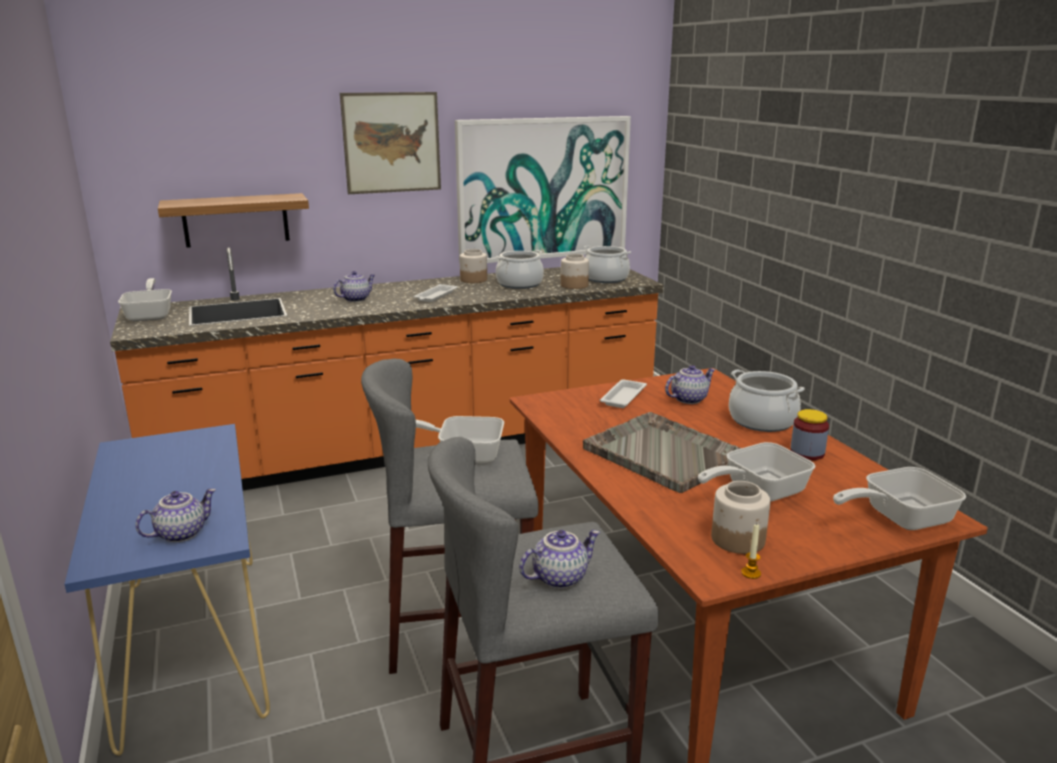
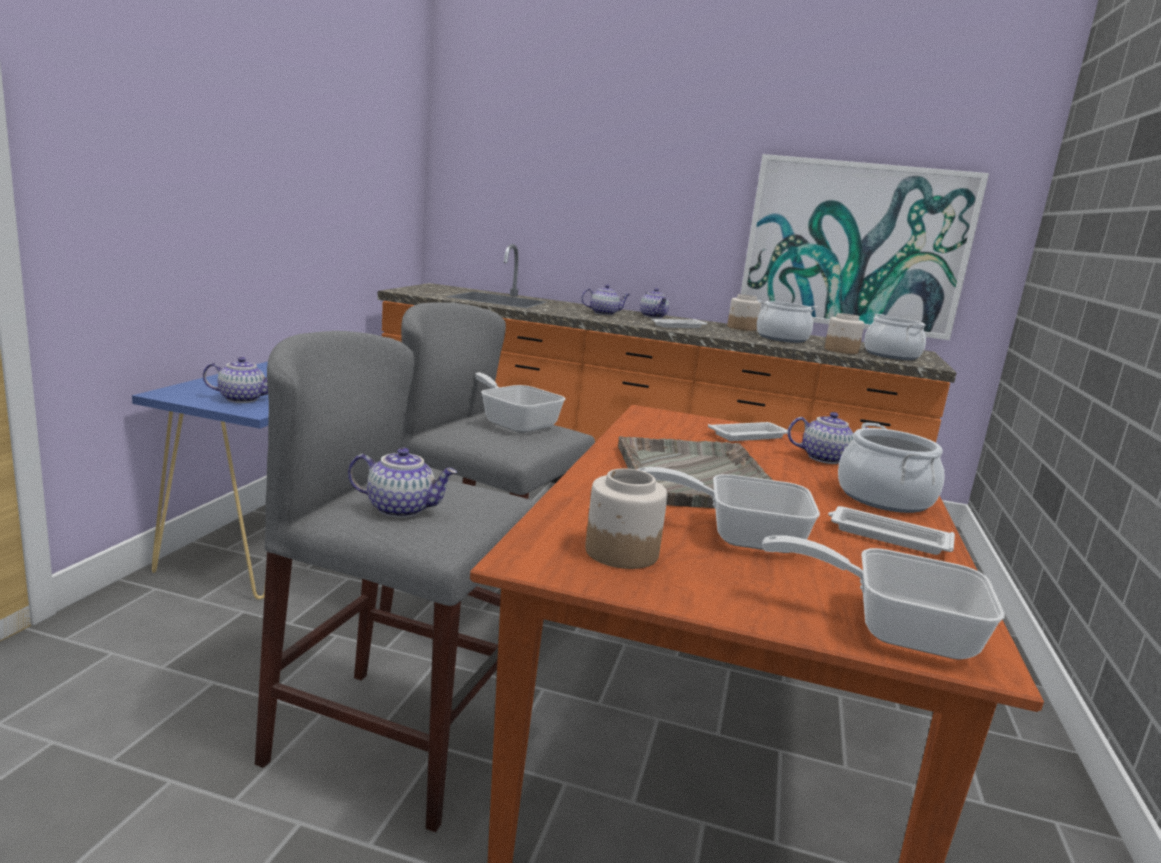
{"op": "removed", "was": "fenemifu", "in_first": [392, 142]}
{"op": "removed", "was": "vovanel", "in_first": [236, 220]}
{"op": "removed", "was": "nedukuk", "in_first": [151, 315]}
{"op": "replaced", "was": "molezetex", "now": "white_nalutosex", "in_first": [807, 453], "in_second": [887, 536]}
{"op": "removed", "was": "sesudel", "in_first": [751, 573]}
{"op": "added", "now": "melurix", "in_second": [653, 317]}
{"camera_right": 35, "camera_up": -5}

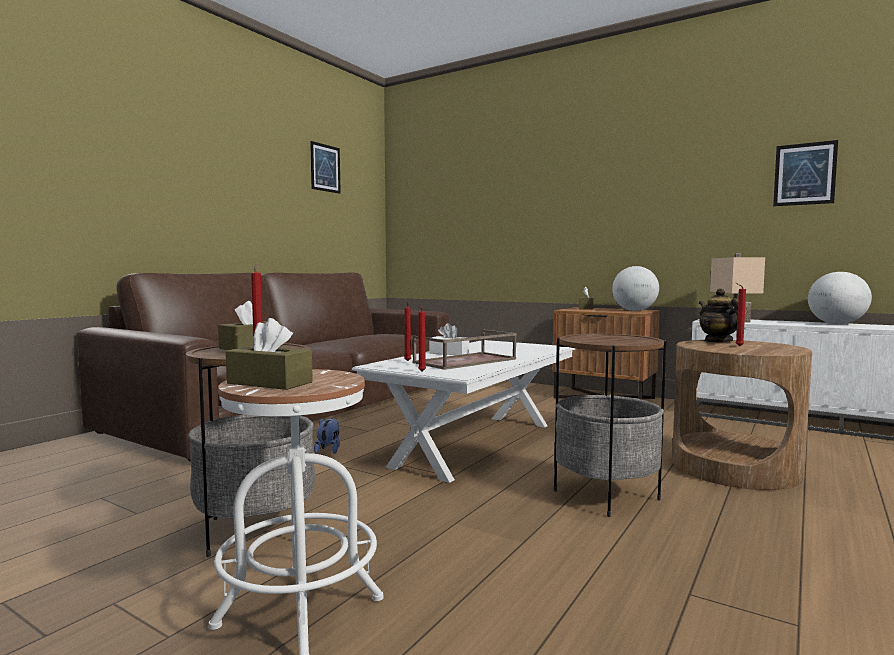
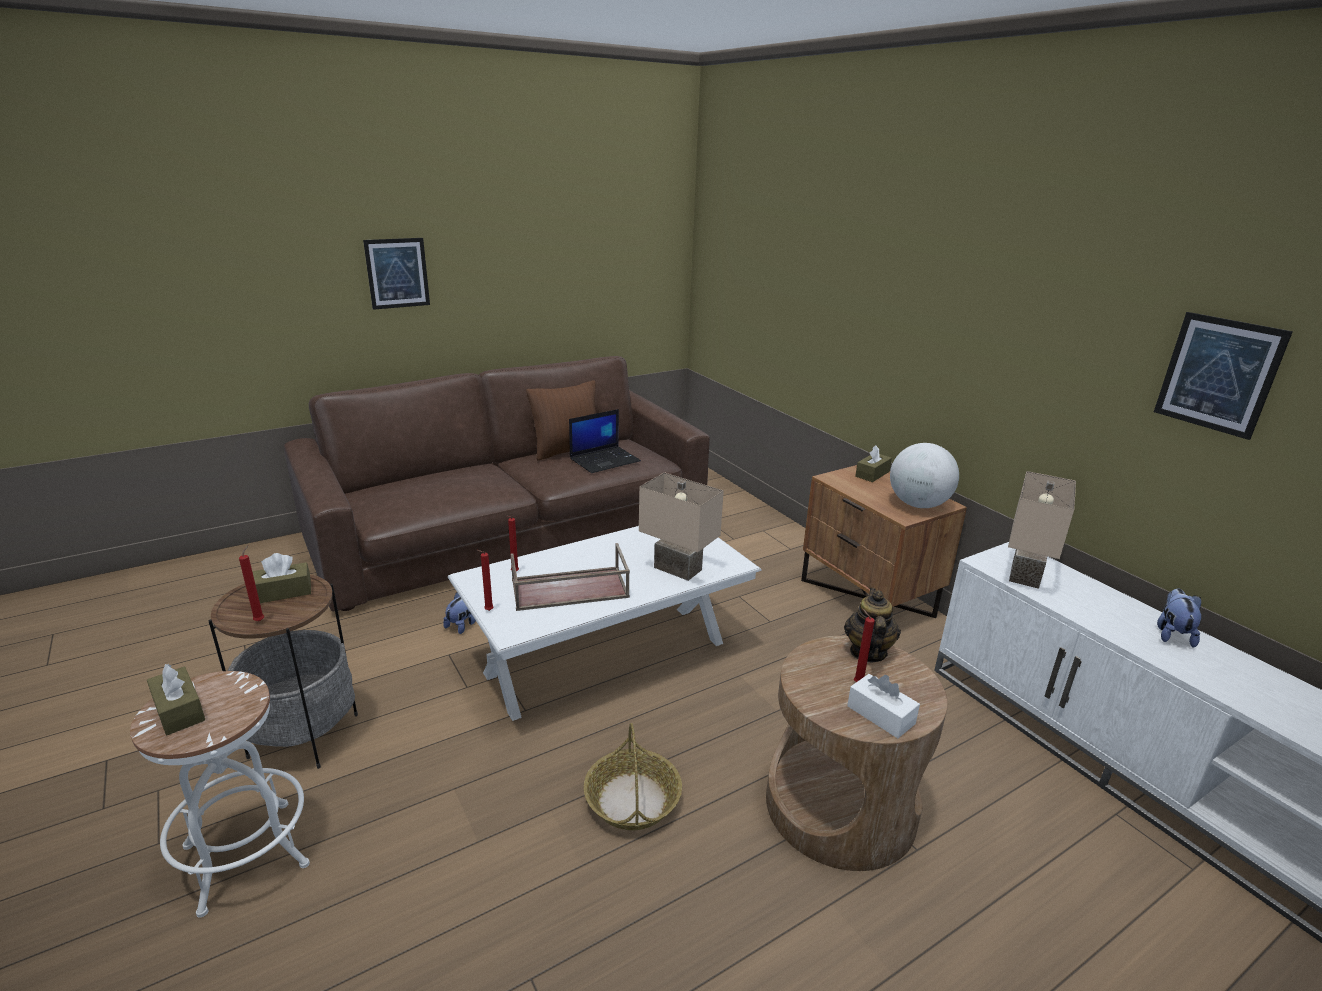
{"op": "moved", "was": "fenemifu", "in_first": [325, 168], "in_second": [397, 273]}
{"op": "replaced", "was": "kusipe", "now": "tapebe", "in_first": [836, 324], "in_second": [1172, 634]}
{"op": "moved", "was": "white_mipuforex", "in_first": [449, 353], "in_second": [880, 715]}
{"op": "replaced", "was": "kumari", "now": "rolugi", "in_first": [606, 495], "in_second": [633, 800]}
{"op": "added", "now": "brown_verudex", "in_second": [568, 451]}
{"op": "added", "now": "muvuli", "in_second": [605, 460]}
{"op": "added", "now": "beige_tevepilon", "in_second": [679, 568]}
{"camera_right": 25, "camera_up": 20}

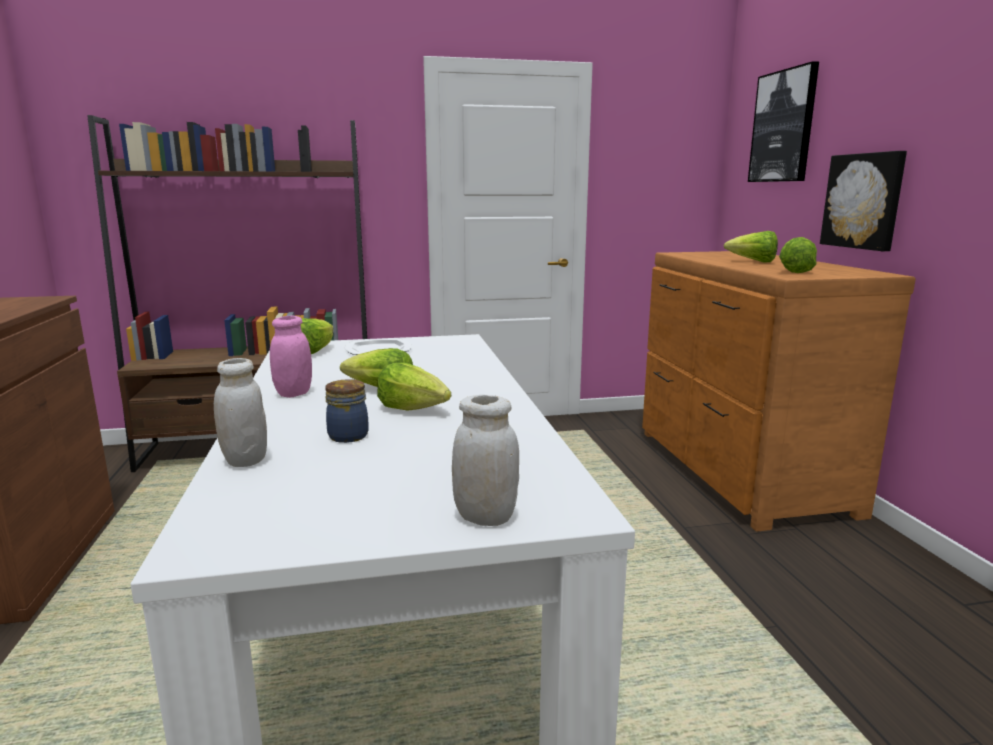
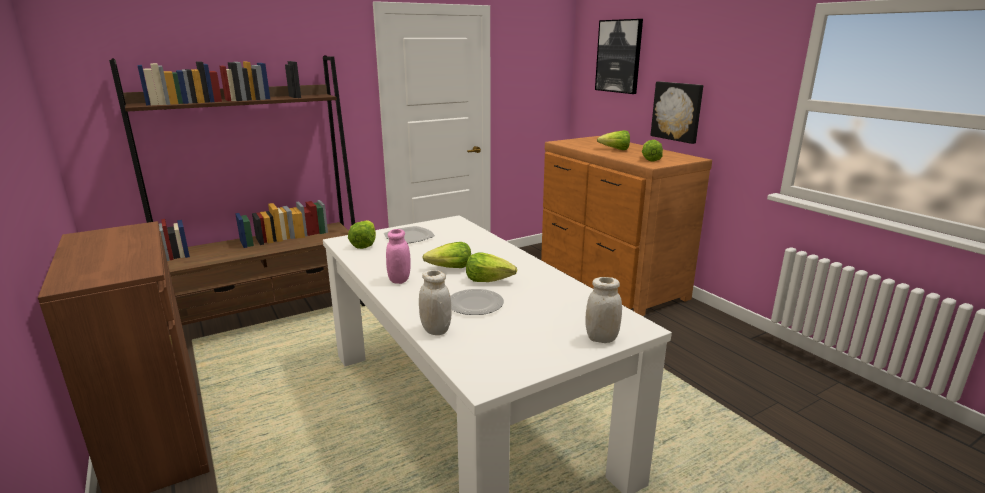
{"op": "replaced", "was": "molezetex", "now": "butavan", "in_first": [349, 435], "in_second": [474, 304]}
{"camera_right": -20, "camera_up": 5}

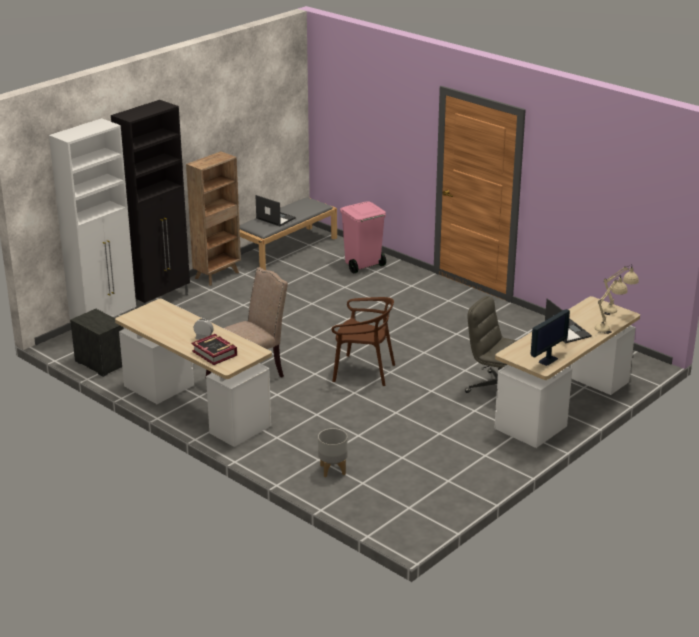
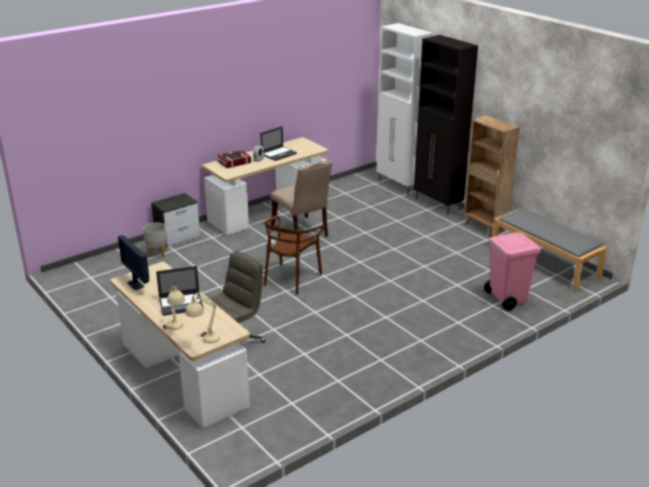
{"op": "moved", "was": "muvuli", "in_first": [275, 218], "in_second": [279, 153]}
{"op": "moved", "was": "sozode", "in_first": [101, 362], "in_second": [178, 236]}
{"camera_right": 100, "camera_up": 0}

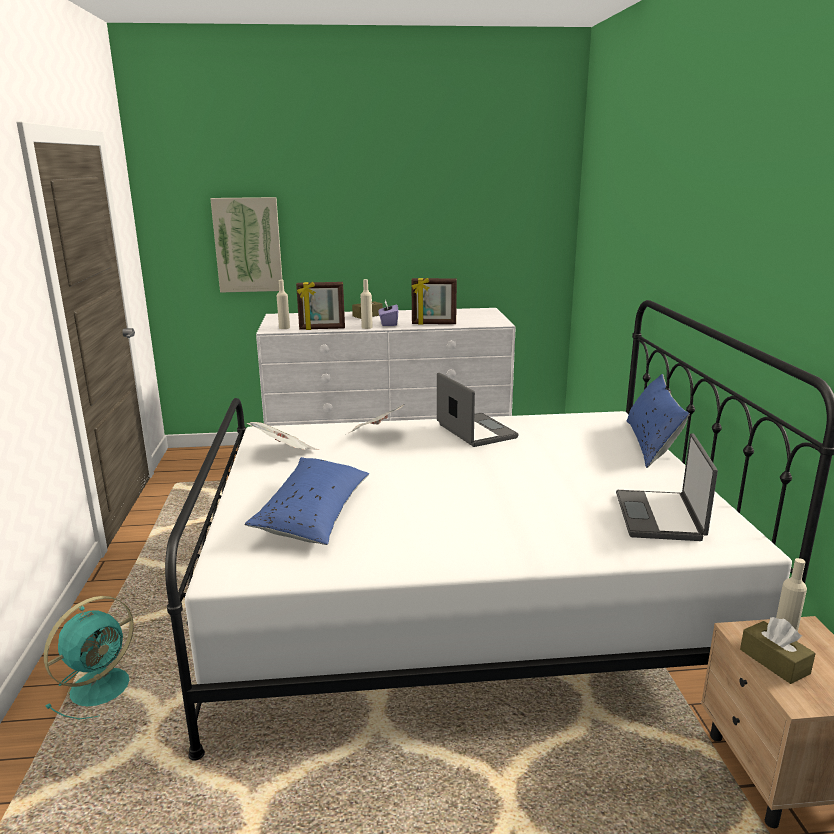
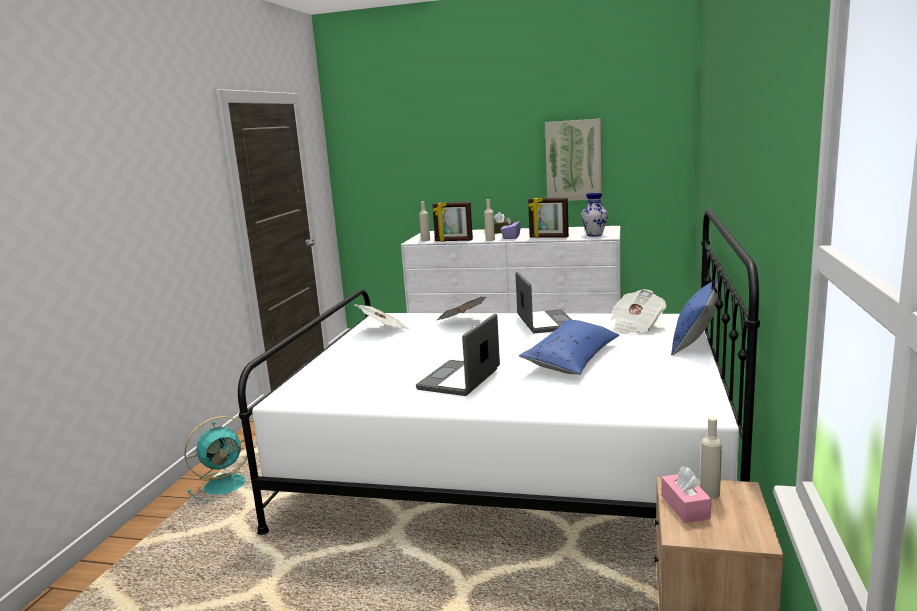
{"op": "moved", "was": "fenemifu", "in_first": [248, 245], "in_second": [573, 160]}
{"op": "moved", "was": "muvuli", "in_first": [660, 517], "in_second": [460, 379]}
{"op": "moved", "was": "blue_verudex", "in_first": [313, 513], "in_second": [572, 359]}
{"op": "recoloured", "was": "brown_mipuforex", "now": "pink_mipuforex", "in_first": [774, 661], "in_second": [685, 507]}
{"op": "added", "now": "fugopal", "in_second": [594, 235]}
{"op": "added", "now": "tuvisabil", "in_second": [635, 327]}
{"camera_right": 20, "camera_up": -5}

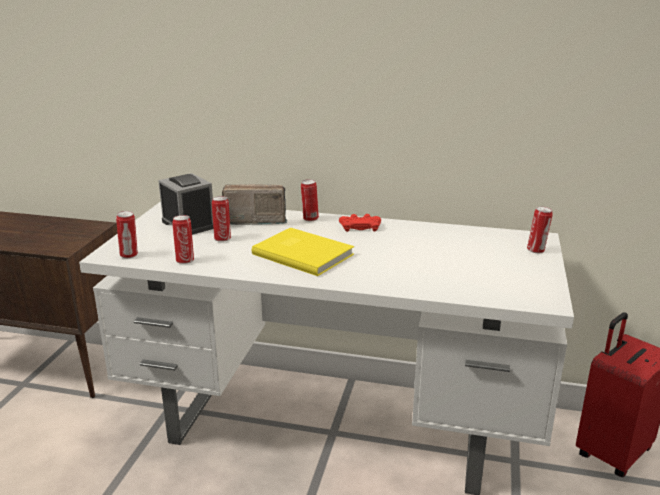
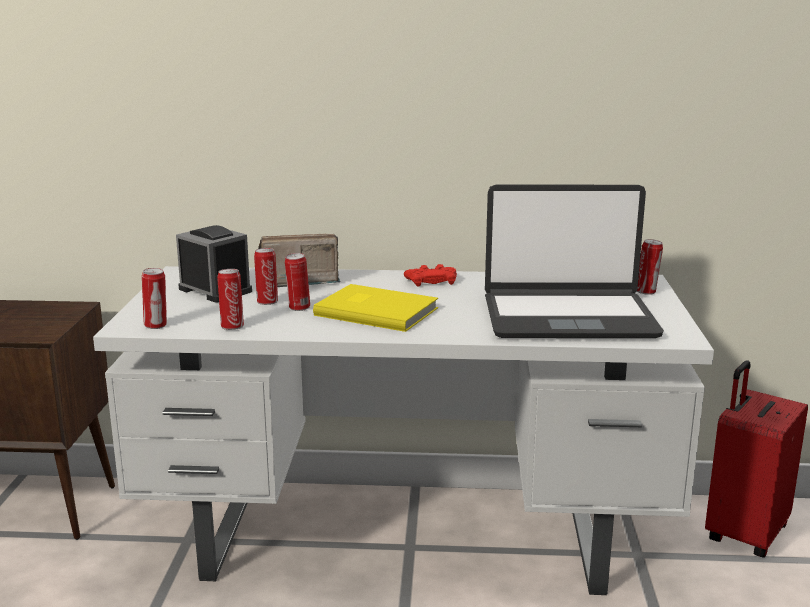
{"op": "moved", "was": "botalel", "in_first": [310, 219], "in_second": [298, 308]}
{"op": "added", "now": "muvuli", "in_second": [568, 317]}
{"camera_right": -10, "camera_up": -5}

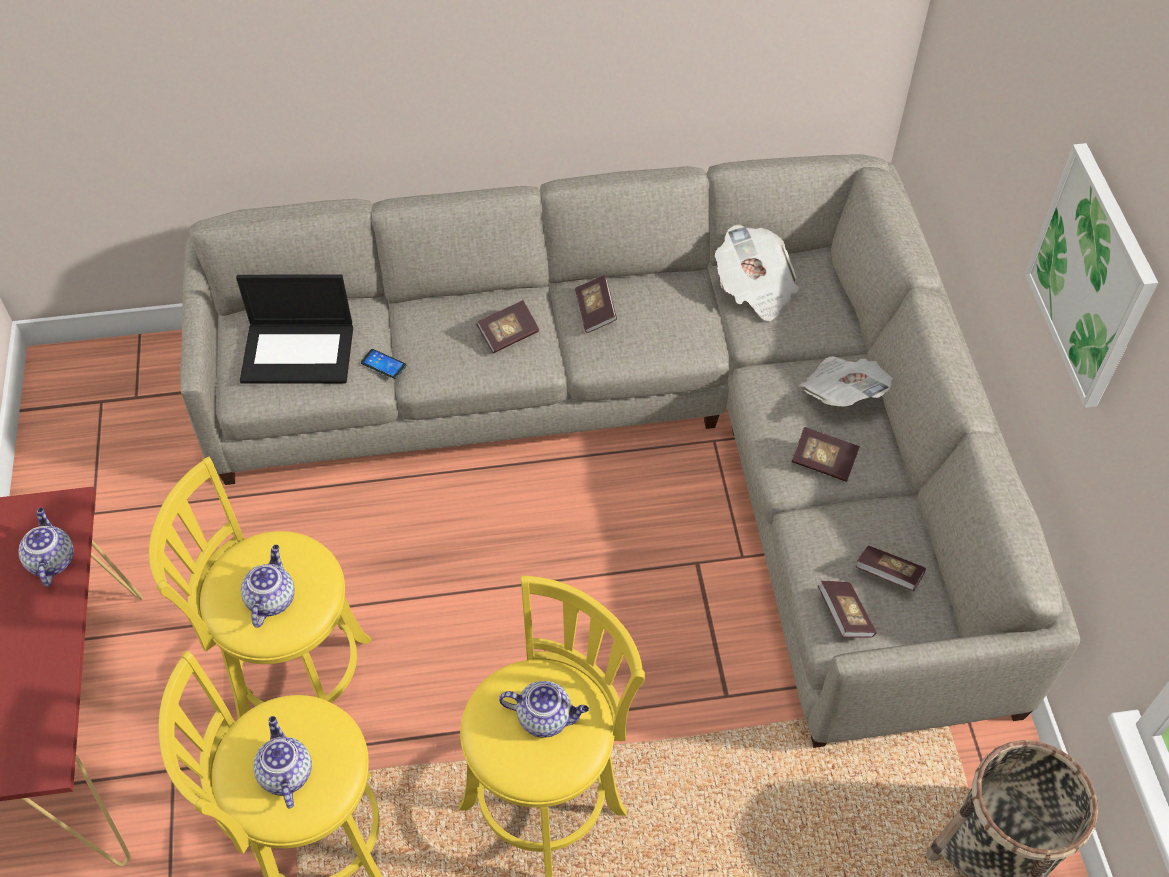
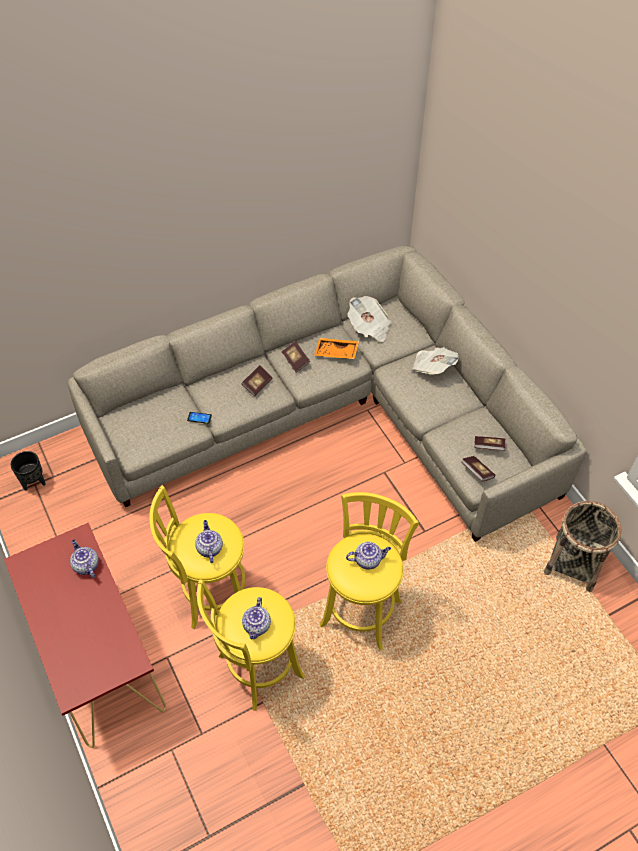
{"op": "removed", "was": "fenemifu", "in_first": [1091, 276]}
{"op": "removed", "was": "muvuli", "in_first": [299, 352]}
{"op": "removed", "was": "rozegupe", "in_first": [823, 462]}
{"op": "turned", "was": "melurix", "in_first": [285, 773], "in_second": [257, 626], "clockwise": -135}
{"op": "added", "now": "orange_nalutosex", "in_second": [336, 353]}
{"op": "added", "now": "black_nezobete", "in_second": [34, 482]}
{"camera_right": -20, "camera_up": 0}

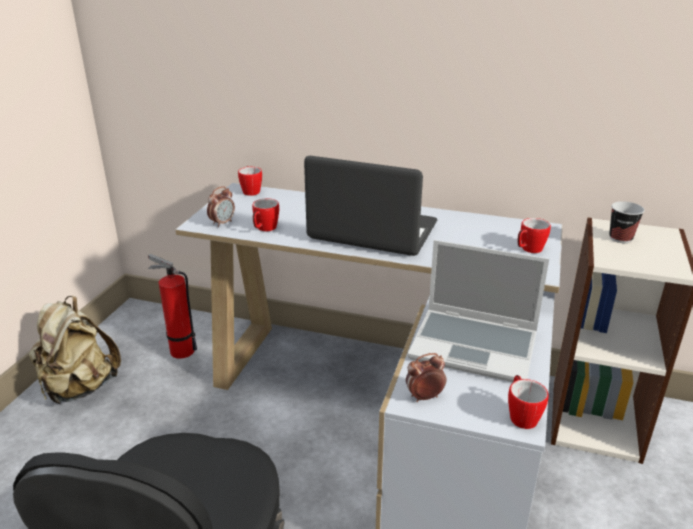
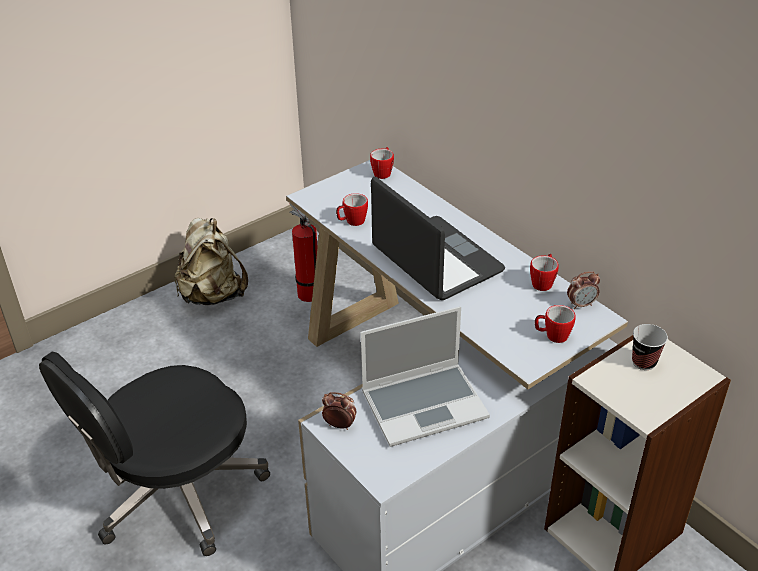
{"op": "moved", "was": "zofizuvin", "in_first": [222, 223], "in_second": [581, 304]}
{"op": "turned", "was": "muvuli", "in_first": [475, 346], "in_second": [425, 404], "clockwise": -75}
{"op": "moved", "was": "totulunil", "in_first": [521, 415], "in_second": [543, 282]}
{"camera_right": 35, "camera_up": 10}

